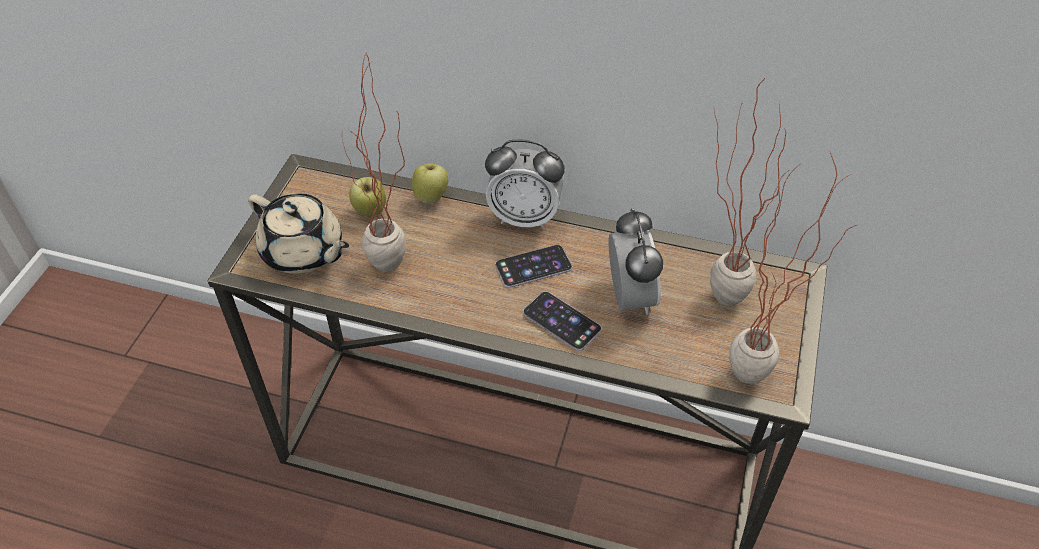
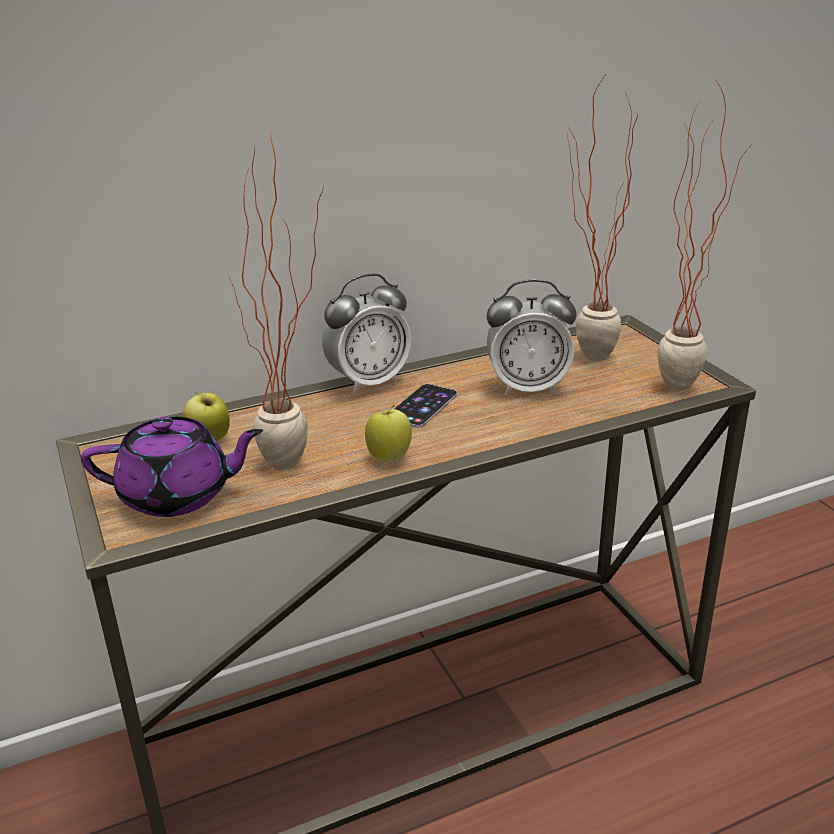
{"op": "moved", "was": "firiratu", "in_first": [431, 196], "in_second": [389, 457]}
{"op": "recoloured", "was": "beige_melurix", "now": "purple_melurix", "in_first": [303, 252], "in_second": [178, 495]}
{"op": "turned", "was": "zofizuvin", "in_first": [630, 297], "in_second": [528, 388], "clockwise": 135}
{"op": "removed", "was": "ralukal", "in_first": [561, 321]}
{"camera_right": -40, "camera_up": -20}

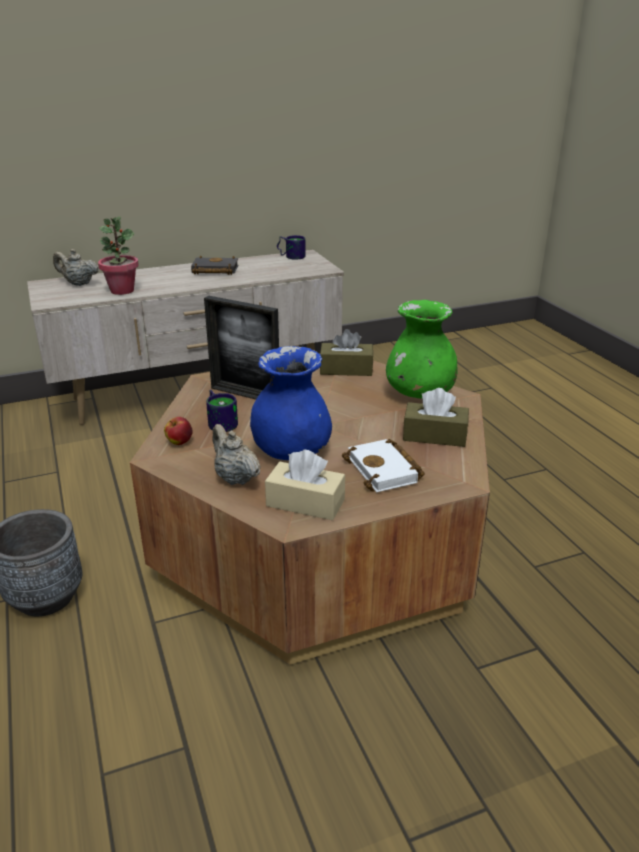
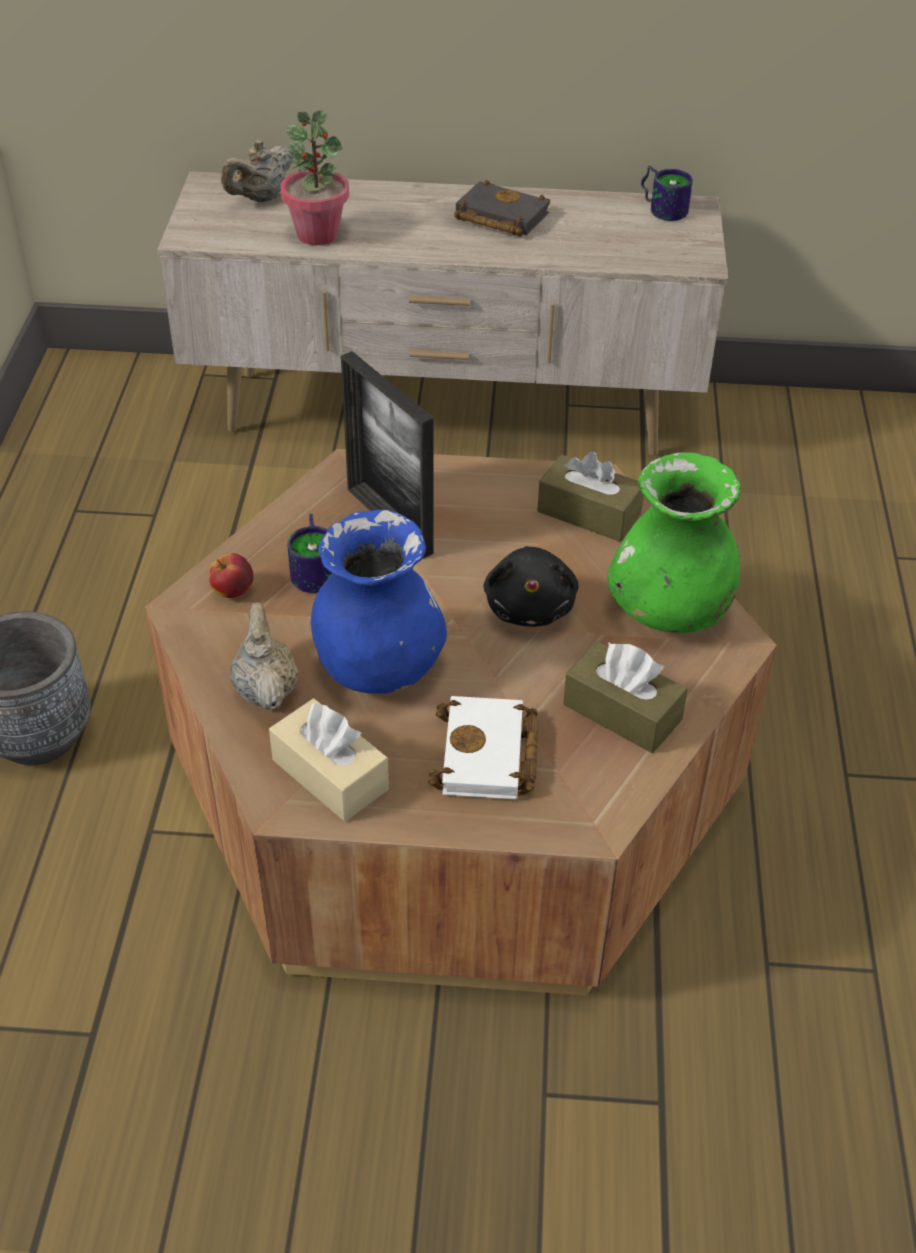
{"op": "turned", "was": "beige_melurix", "in_first": [78, 283], "in_second": [261, 198], "clockwise": -90}
{"op": "added", "now": "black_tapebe", "in_second": [530, 606]}
{"camera_right": 25, "camera_up": 15}

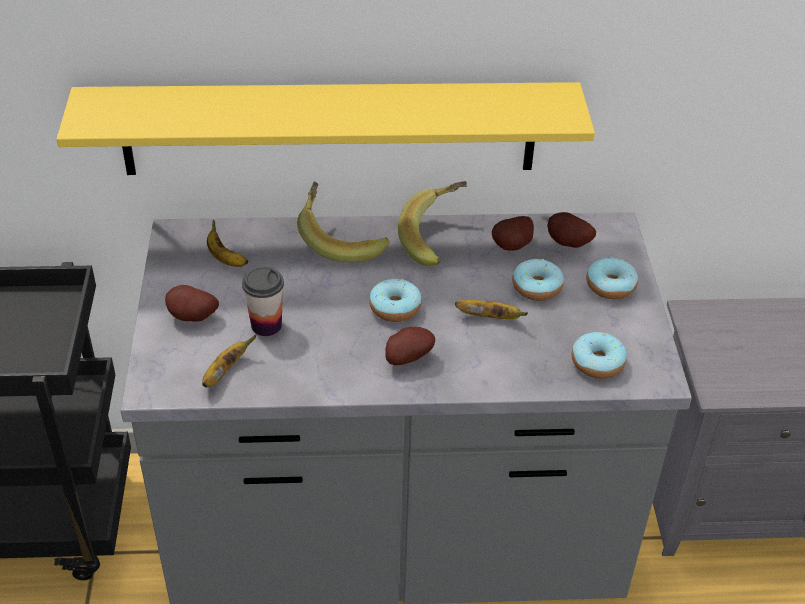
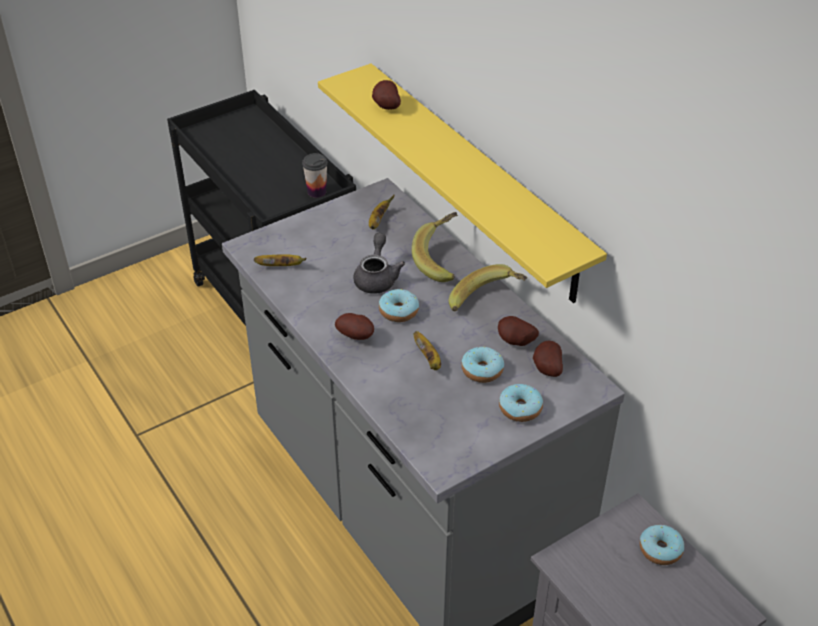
{"op": "moved", "was": "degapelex", "in_first": [266, 325], "in_second": [316, 192]}
{"op": "moved", "was": "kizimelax", "in_first": [192, 318], "in_second": [385, 106]}
{"op": "moved", "was": "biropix", "in_first": [597, 363], "in_second": [660, 550]}
{"op": "added", "now": "grey_melurix", "in_second": [377, 277]}
{"camera_right": 60, "camera_up": 0}

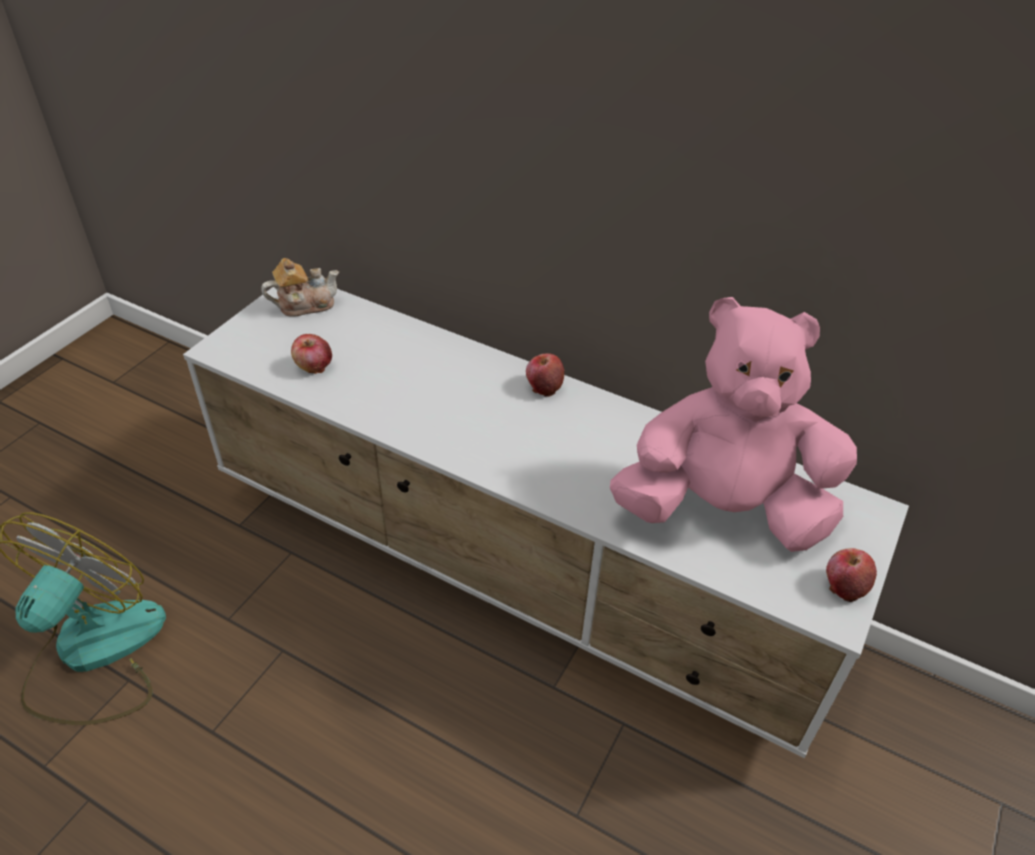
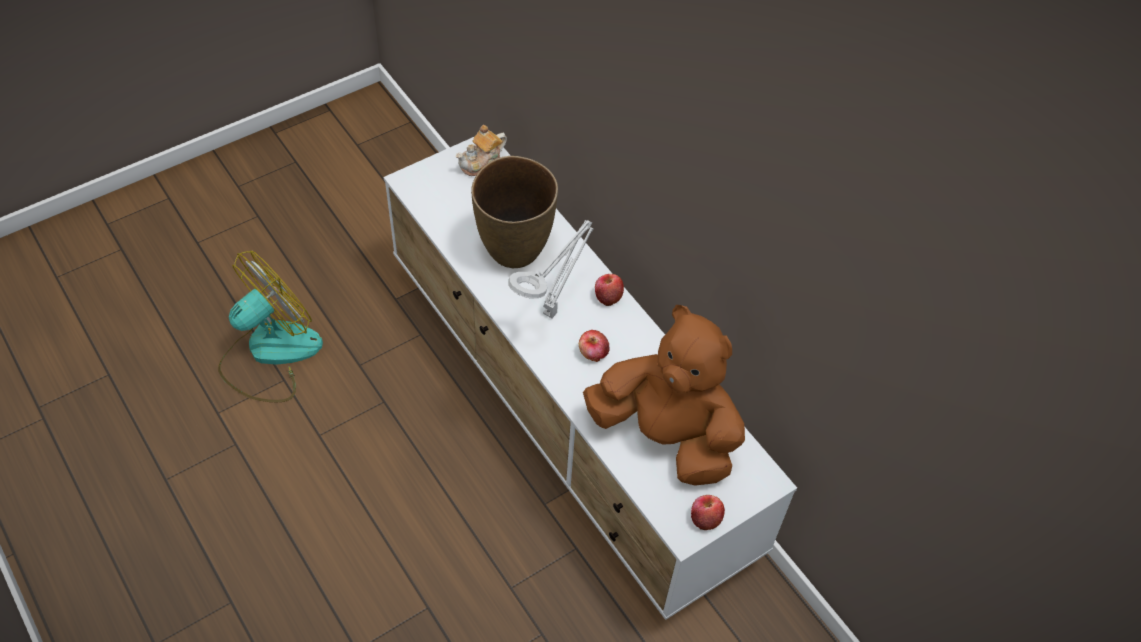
{"op": "turned", "was": "melurix", "in_first": [304, 304], "in_second": [482, 164], "clockwise": 135}
{"op": "recoloured", "was": "pink_tapebe", "now": "brown_tapebe", "in_first": [723, 509], "in_second": [666, 436]}
{"op": "moved", "was": "firiratu", "in_first": [313, 366], "in_second": [593, 353]}
{"op": "added", "now": "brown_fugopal", "in_second": [515, 251]}
{"op": "added", "now": "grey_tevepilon", "in_second": [552, 311]}
{"camera_right": 25, "camera_up": 10}

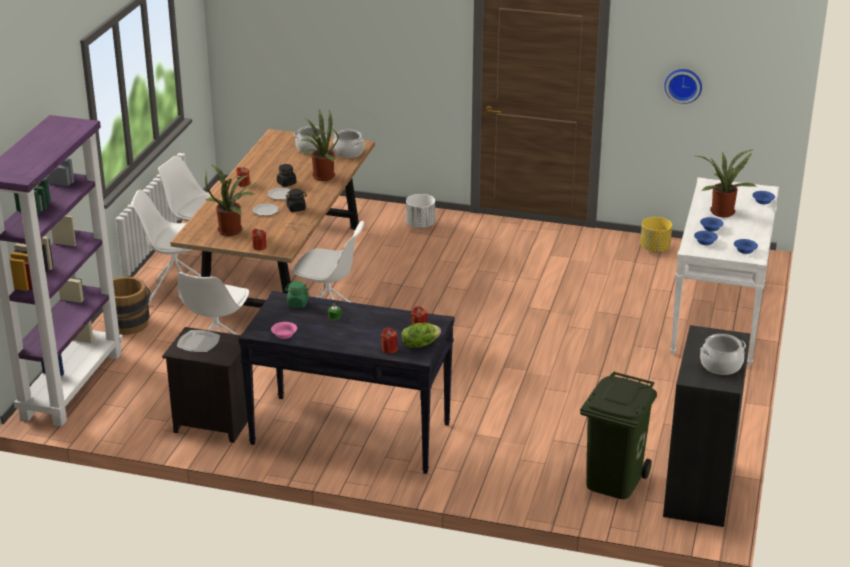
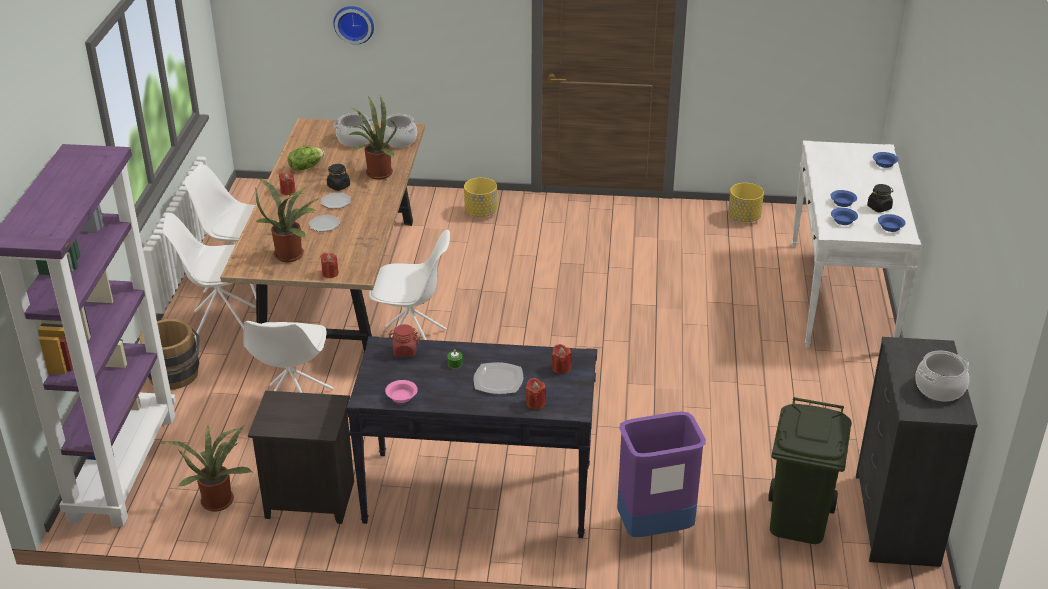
{"op": "moved", "was": "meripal", "in_first": [683, 85], "in_second": [354, 23]}
{"op": "moved", "was": "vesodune", "in_first": [722, 211], "in_second": [218, 499]}
{"op": "moved", "was": "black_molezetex", "in_first": [296, 208], "in_second": [879, 207]}
{"op": "recoloured", "was": "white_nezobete", "now": "yellow_nezobete", "in_first": [420, 225], "in_second": [481, 212]}
{"op": "recoloured", "was": "green_molezetex", "now": "red_molezetex", "in_first": [297, 303], "in_second": [404, 351]}
{"op": "moved", "was": "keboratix", "in_first": [419, 344], "in_second": [305, 167]}
{"op": "moved", "was": "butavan", "in_first": [199, 343], "in_second": [499, 380]}
{"op": "added", "now": "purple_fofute", "in_second": [655, 528]}
{"camera_right": -10, "camera_up": 5}

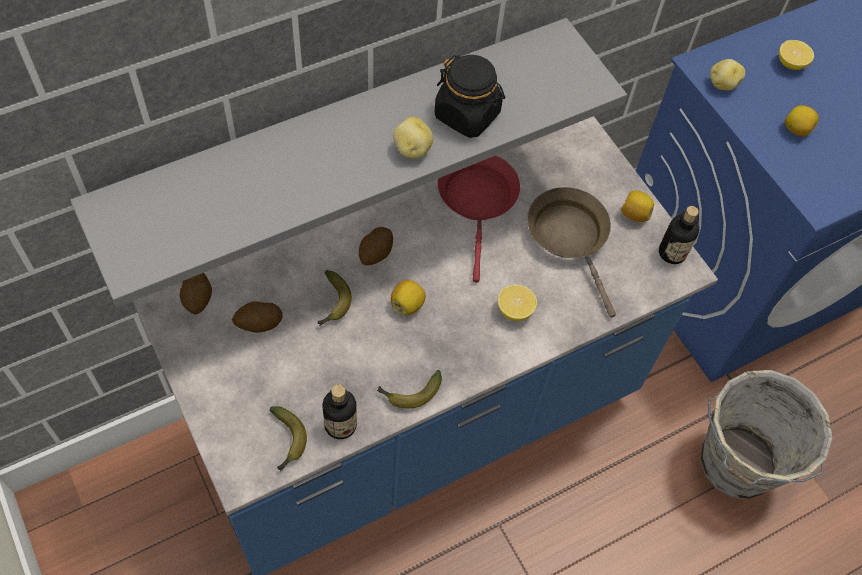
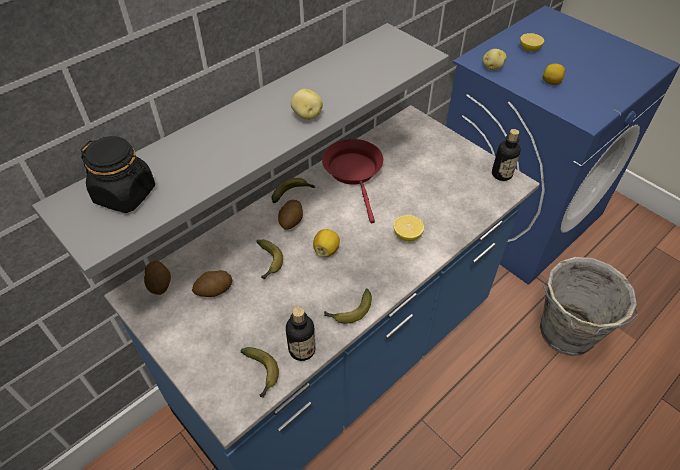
{"op": "moved", "was": "black_molezetex", "in_first": [467, 115], "in_second": [125, 194]}
{"op": "removed", "was": "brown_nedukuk", "in_first": [570, 238]}
{"op": "removed", "was": "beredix", "in_first": [634, 214]}
{"op": "added", "now": "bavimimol", "in_second": [293, 193]}
{"camera_right": -10, "camera_up": -10}

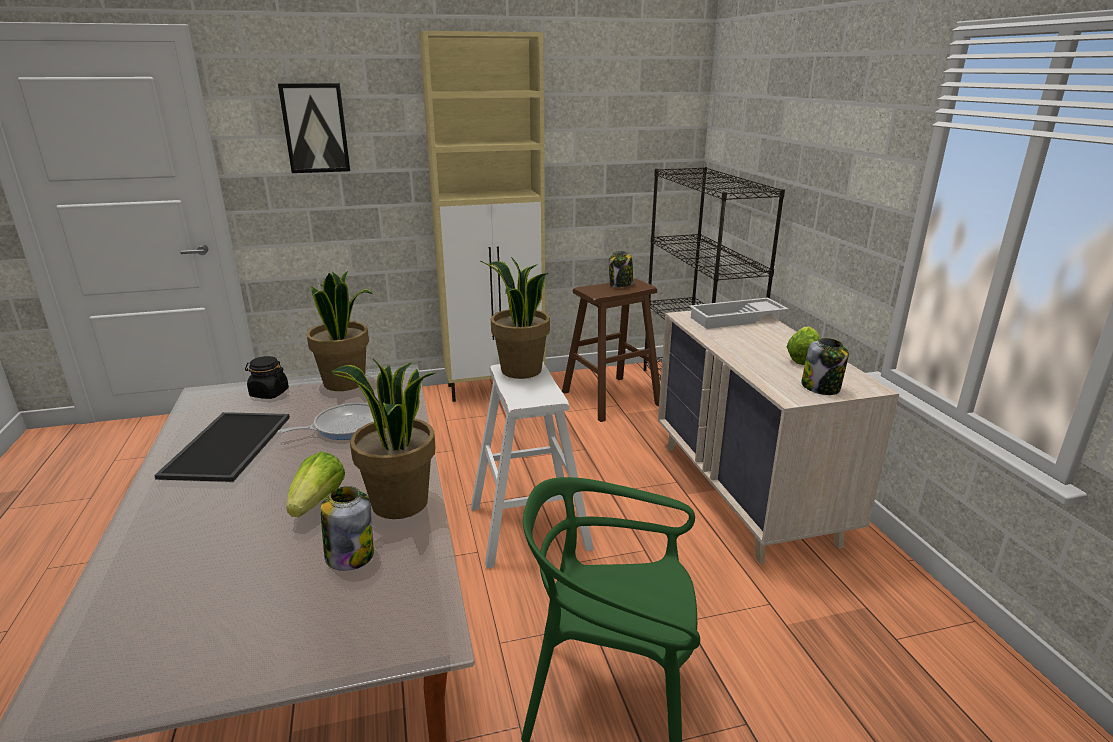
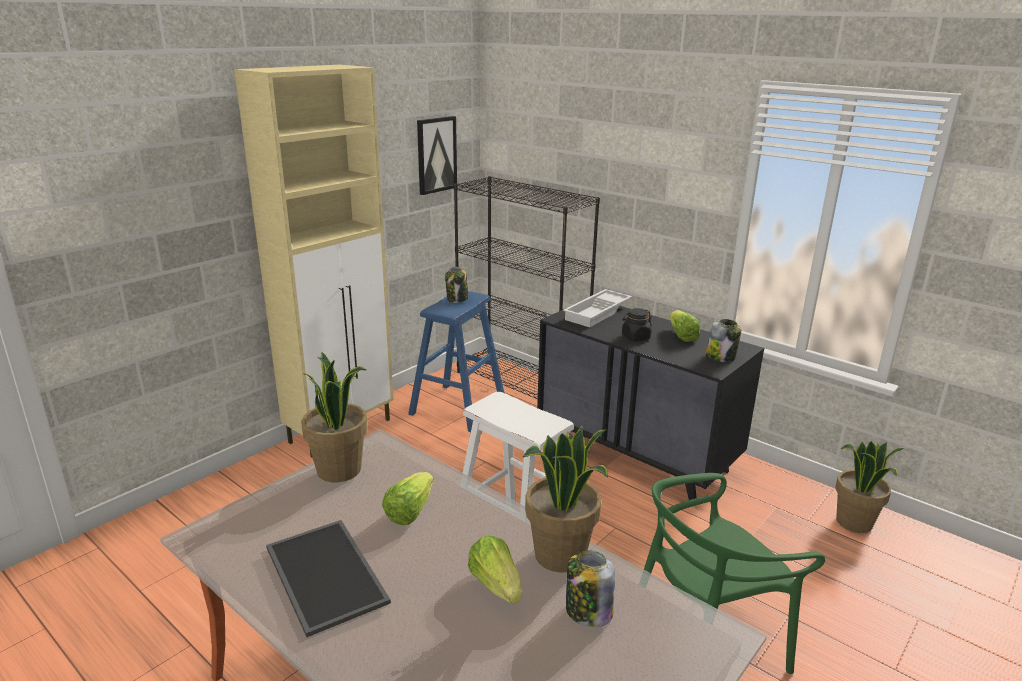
{"op": "moved", "was": "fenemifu", "in_first": [315, 128], "in_second": [436, 155]}
{"op": "moved", "was": "vesodune", "in_first": [520, 370], "in_second": [854, 523]}
{"op": "recoloured", "was": "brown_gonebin", "now": "blue_gonebin", "in_first": [611, 398], "in_second": [458, 407]}
{"op": "recoloured", "was": "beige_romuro", "now": "black_romuro", "in_first": [746, 493], "in_second": [636, 454]}
{"op": "moved", "was": "black_molezetex", "in_first": [269, 393], "in_second": [635, 337]}
{"op": "replaced", "was": "nedukuk", "now": "keboratix", "in_first": [344, 426], "in_second": [409, 511]}
{"camera_right": -35, "camera_up": 0}

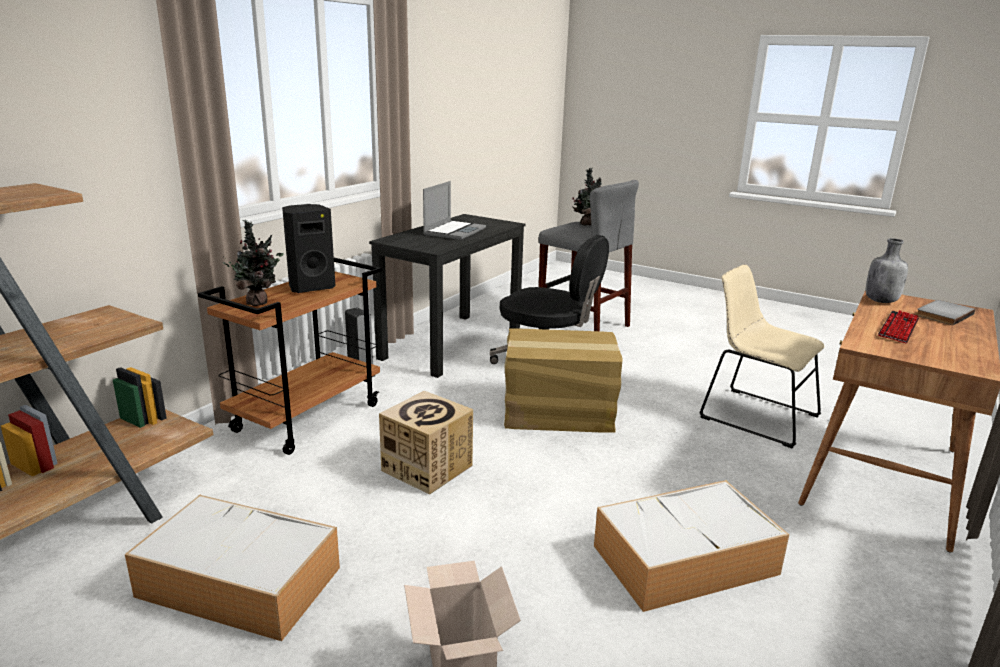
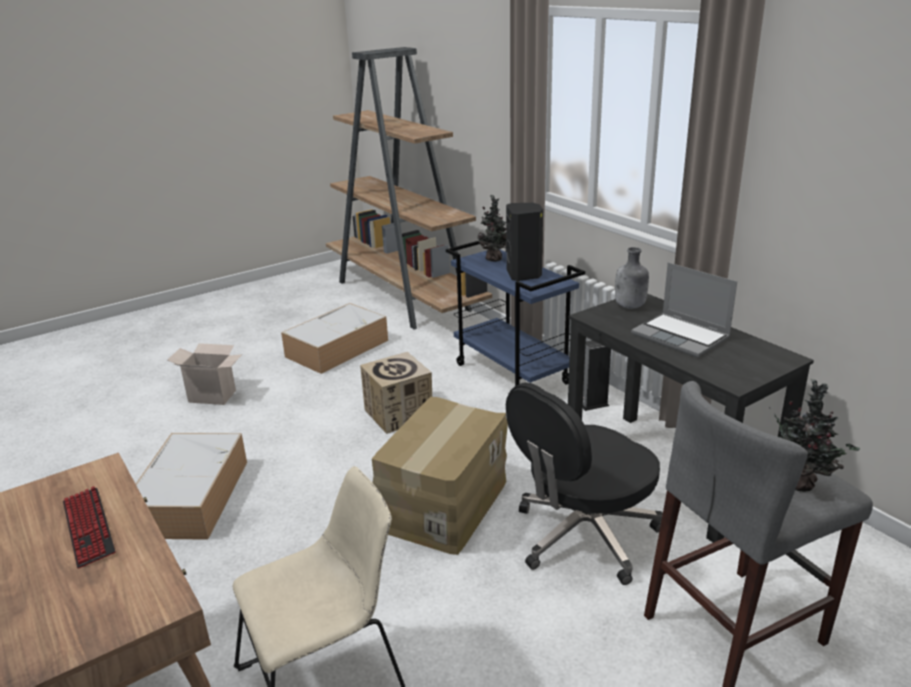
{"op": "moved", "was": "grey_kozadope", "in_first": [881, 301], "in_second": [630, 306]}
{"op": "recoloured", "was": "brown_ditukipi", "now": "blue_ditukipi", "in_first": [307, 417], "in_second": [513, 374]}
{"op": "removed", "was": "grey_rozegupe", "in_first": [942, 314]}
{"camera_right": 115, "camera_up": 5}

